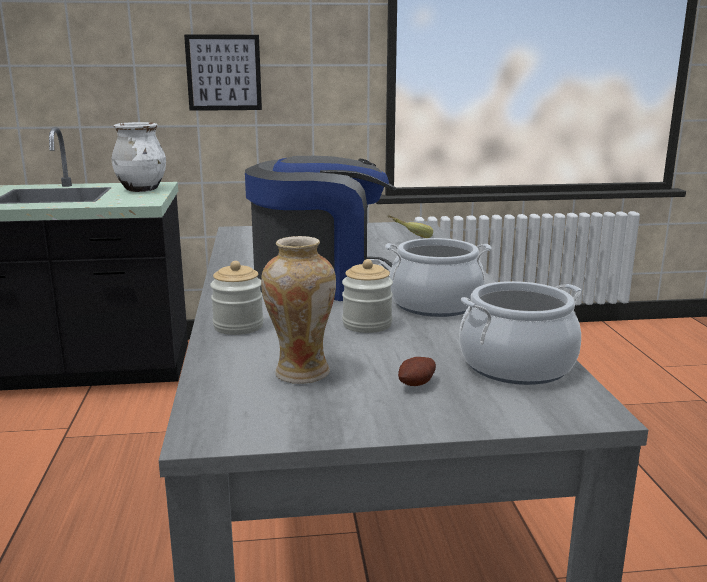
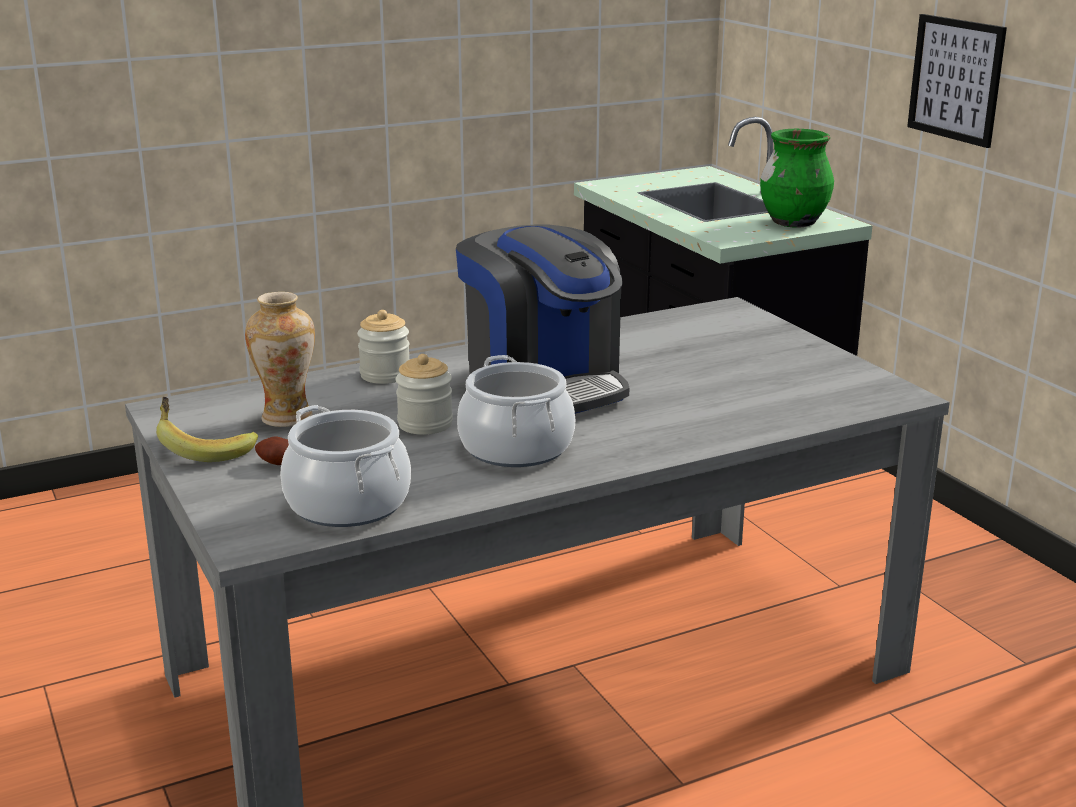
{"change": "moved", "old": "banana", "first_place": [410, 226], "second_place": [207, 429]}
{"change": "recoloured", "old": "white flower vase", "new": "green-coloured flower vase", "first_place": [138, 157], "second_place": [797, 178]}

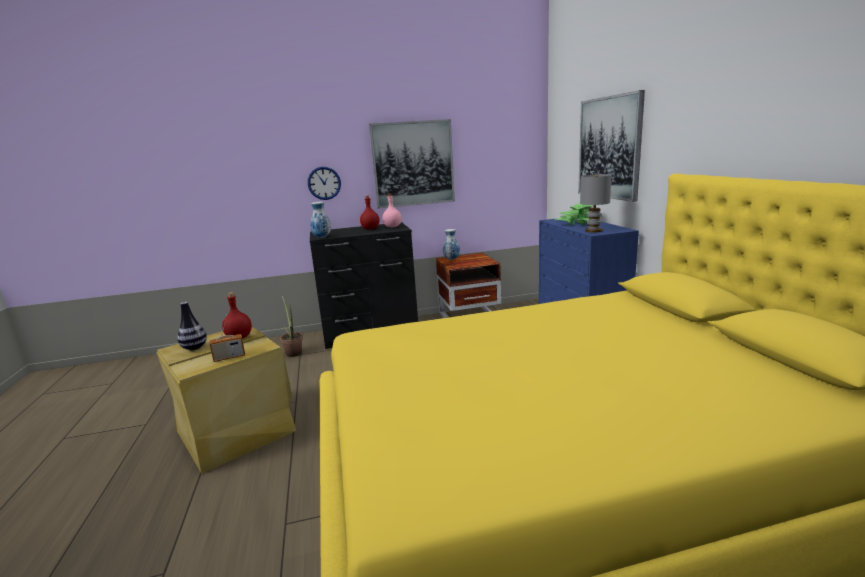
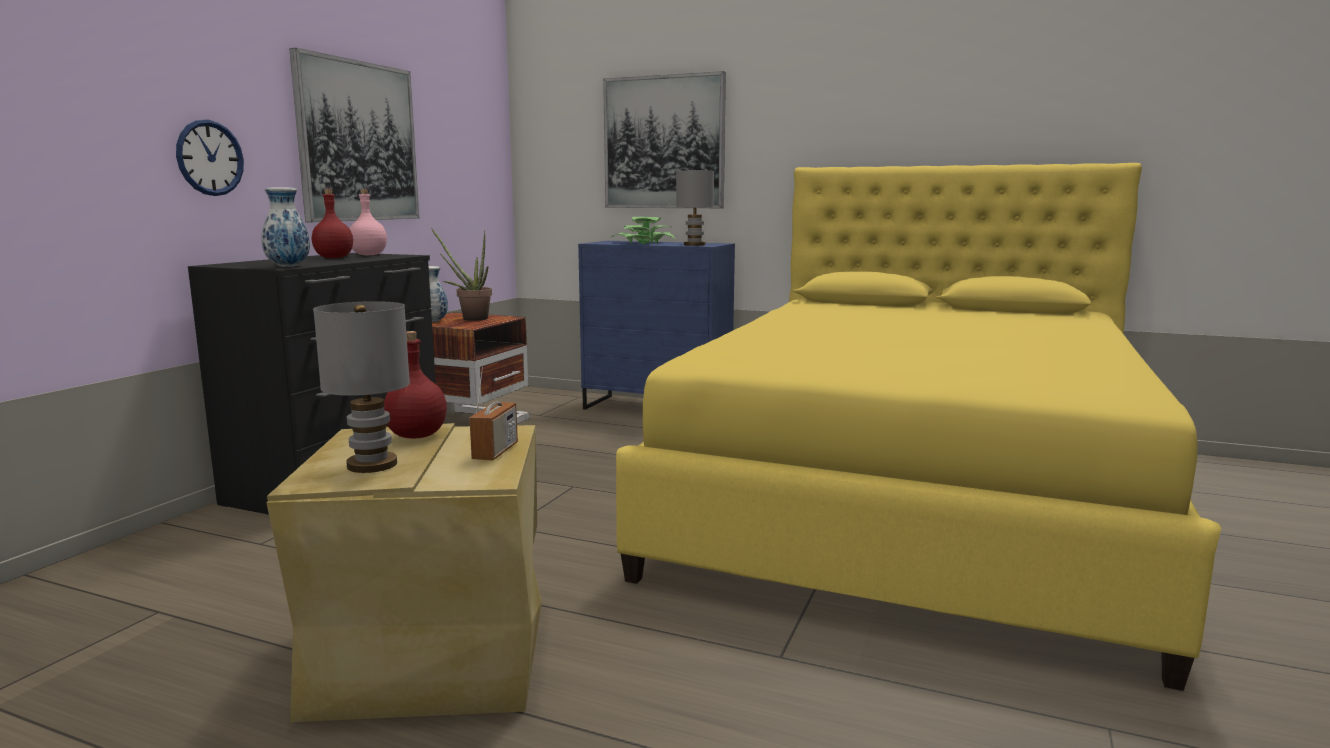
{"change": "replaced", "old": "flower vase", "new": "grey tabletop lamp", "first_place": [192, 326], "second_place": [361, 387]}
{"change": "moved", "old": "houseplant", "first_place": [291, 325], "second_place": [461, 274]}

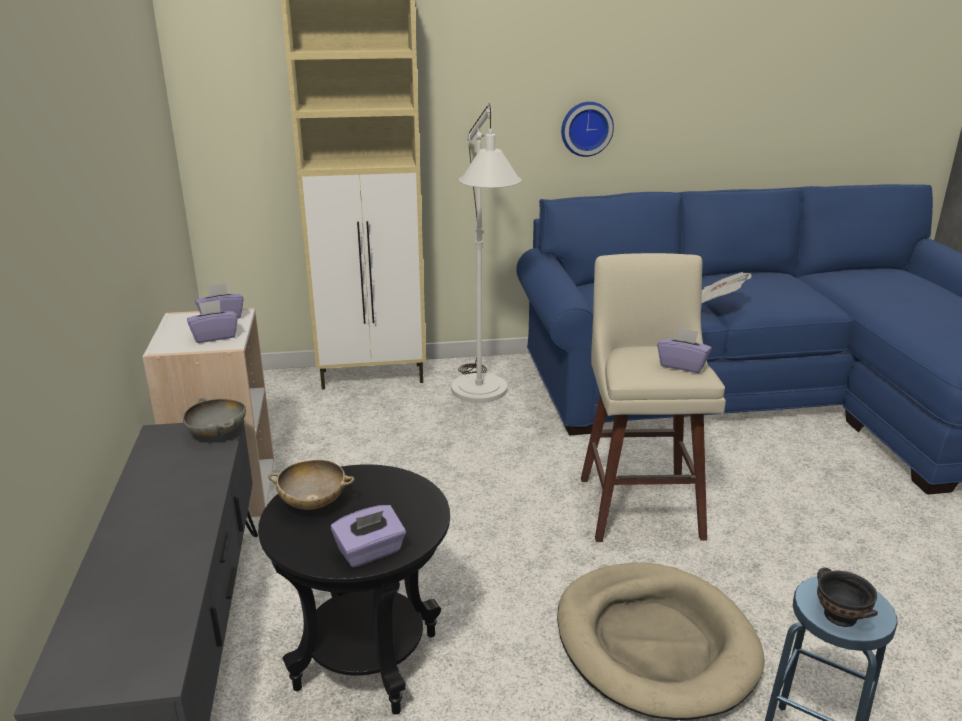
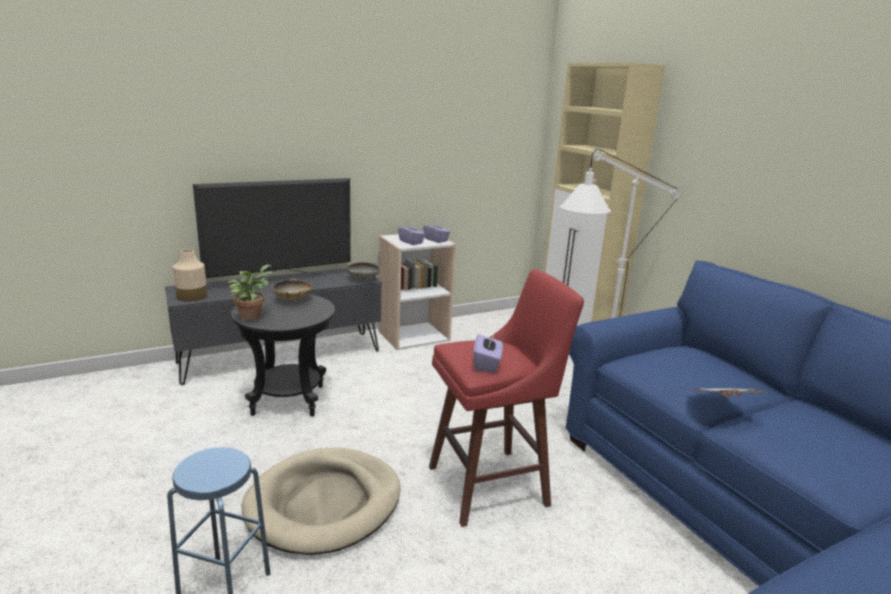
{"change": "added", "new": "sand-coloured flower vase", "second_place": [190, 275]}
{"change": "added", "new": "TV set", "second_place": [272, 229]}
{"change": "replaced", "old": "purple box of tissues", "new": "houseplant", "first_place": [368, 536], "second_place": [250, 293]}
{"change": "recoloured", "old": "sand-coloured sitting stool", "new": "red-coloured sitting stool", "first_place": [653, 397], "second_place": [506, 398]}
{"change": "removed", "old": "wall clock", "first_place": [587, 129]}
{"change": "removed", "old": "blackish bowl", "first_place": [847, 597]}

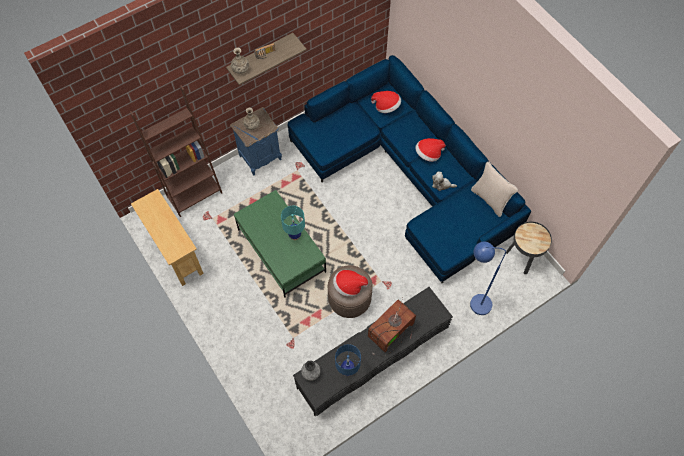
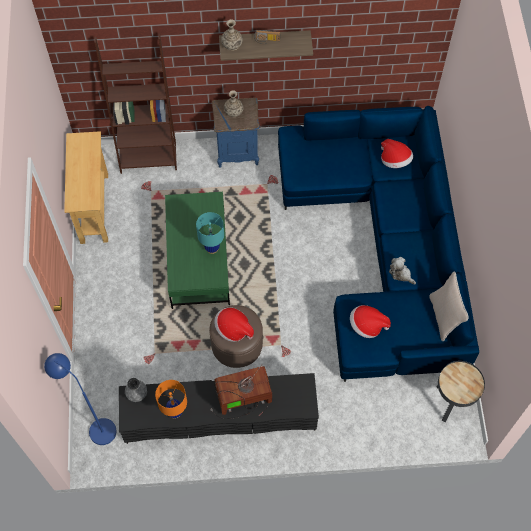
{"change": "moved", "old": "blue standard lamp", "first_place": [488, 278], "second_place": [80, 399]}
{"change": "recoloured", "old": "blue tabletop lamp", "new": "orangey tabletop lamp", "first_place": [348, 360], "second_place": [171, 399]}
{"change": "moved", "old": "wearable hat", "first_place": [430, 150], "second_place": [370, 321]}

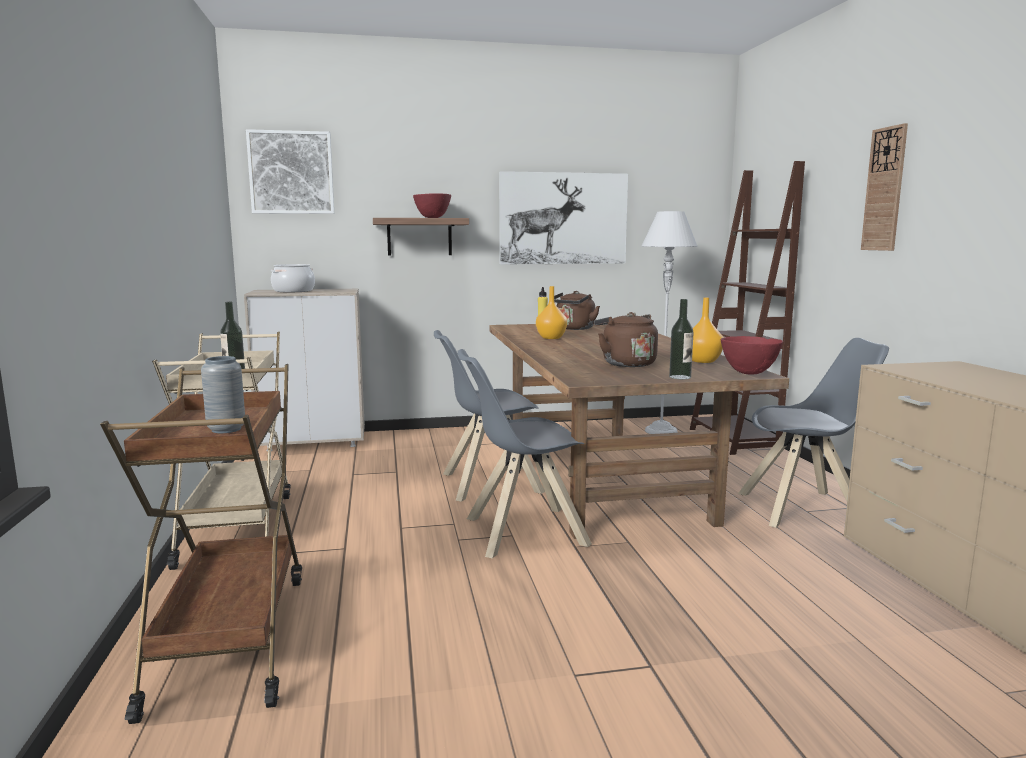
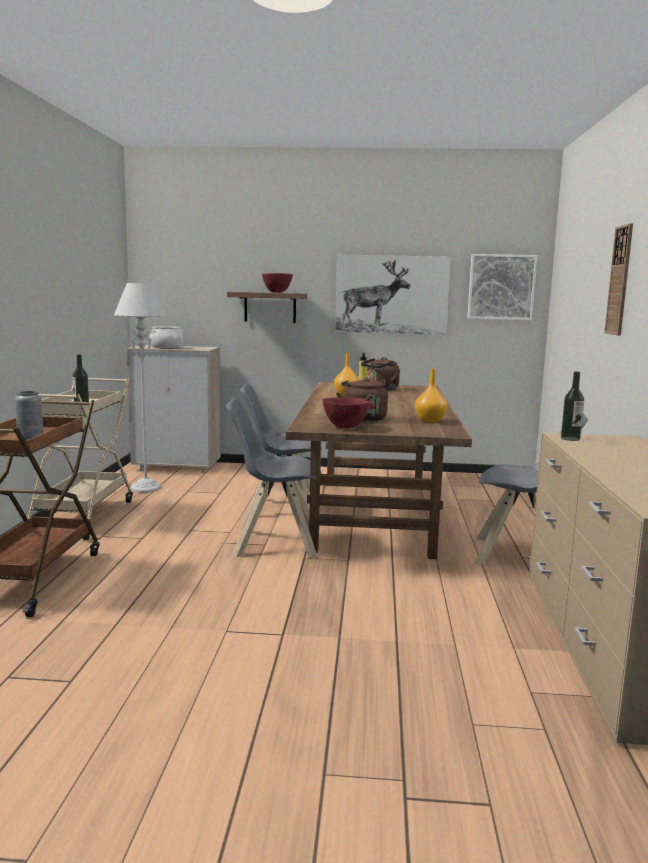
{"change": "moved", "old": "grey standard lamp", "first_place": [669, 322], "second_place": [140, 387]}
{"change": "moved", "old": "red-coloured bowl", "first_place": [752, 355], "second_place": [346, 412]}
{"change": "moved", "old": "picture", "first_place": [290, 171], "second_place": [502, 287]}
{"change": "moved", "old": "bottle", "first_place": [681, 339], "second_place": [572, 406]}
{"change": "removed", "old": "brownish bookcase", "first_place": [747, 308]}

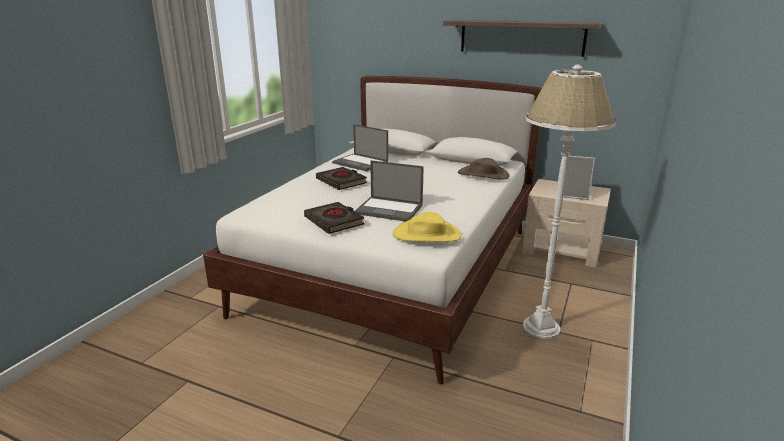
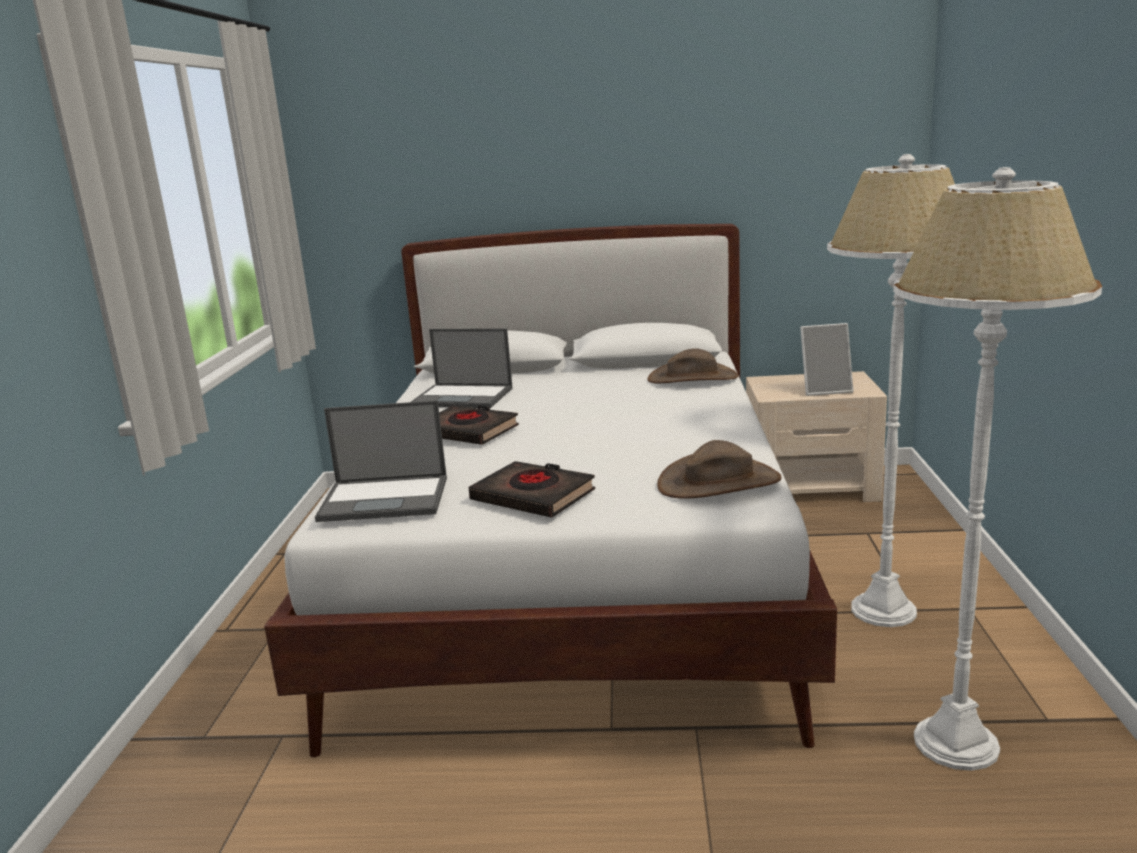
{"change": "moved", "old": "portable computer", "first_place": [389, 190], "second_place": [381, 461]}
{"change": "recoloured", "old": "yellowish wearable hat", "new": "brownish wearable hat", "first_place": [426, 227], "second_place": [719, 469]}
{"change": "added", "new": "white standard lamp", "second_place": [997, 469]}
{"change": "removed", "old": "shelf", "first_place": [522, 38]}

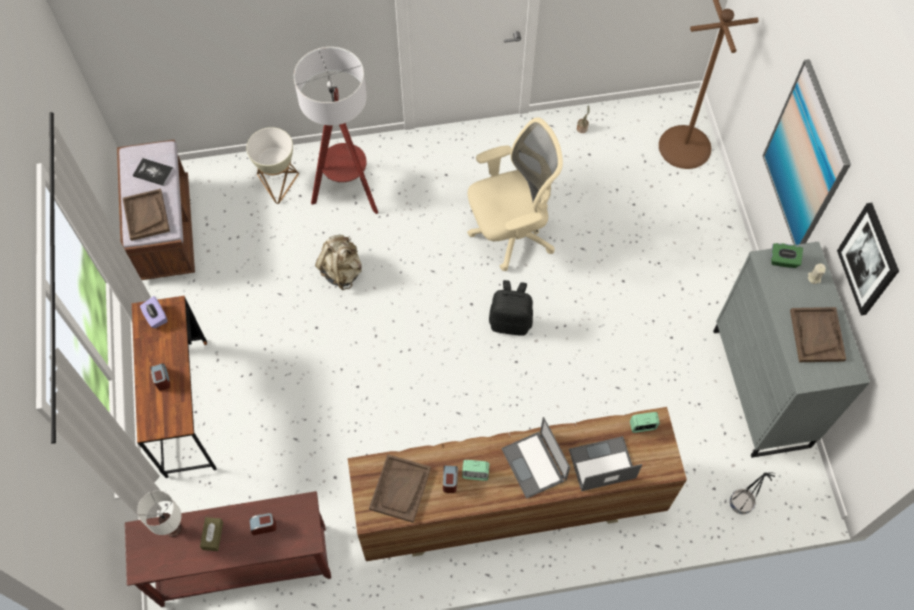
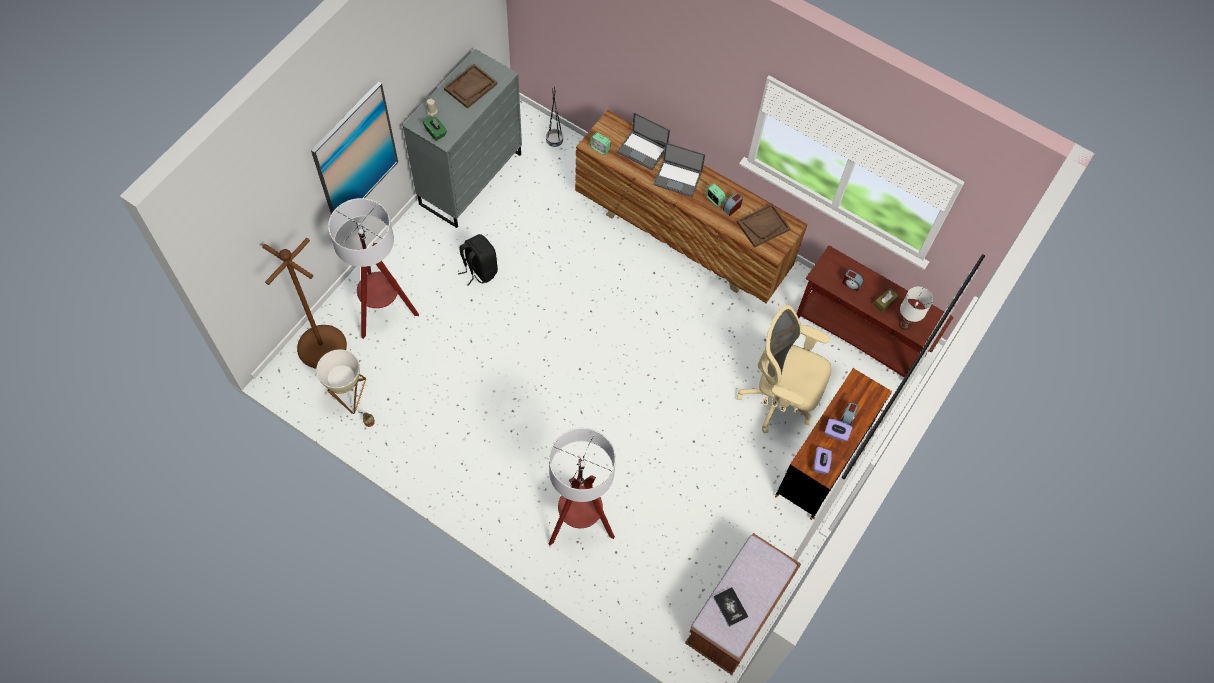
{"change": "moved", "old": "flower pot", "first_place": [272, 165], "second_place": [341, 381]}
{"change": "added", "new": "standard lamp", "second_place": [373, 268]}
{"change": "moved", "old": "blackish knapsack", "first_place": [511, 307], "second_place": [478, 260]}
{"change": "turned", "old": "portable computer", "first_place": [535, 458], "second_place": [679, 170], "degrees": 90}
{"change": "moved", "old": "sand-coloured desk chair", "first_place": [515, 194], "second_place": [784, 368]}
{"change": "added", "new": "purple box of tissues", "second_place": [839, 430]}
{"change": "removed", "old": "brownish tray", "first_place": [146, 215]}
{"change": "removed", "old": "sand-coloured knapsack", "first_place": [338, 262]}
{"change": "removed", "old": "picture", "first_place": [868, 259]}

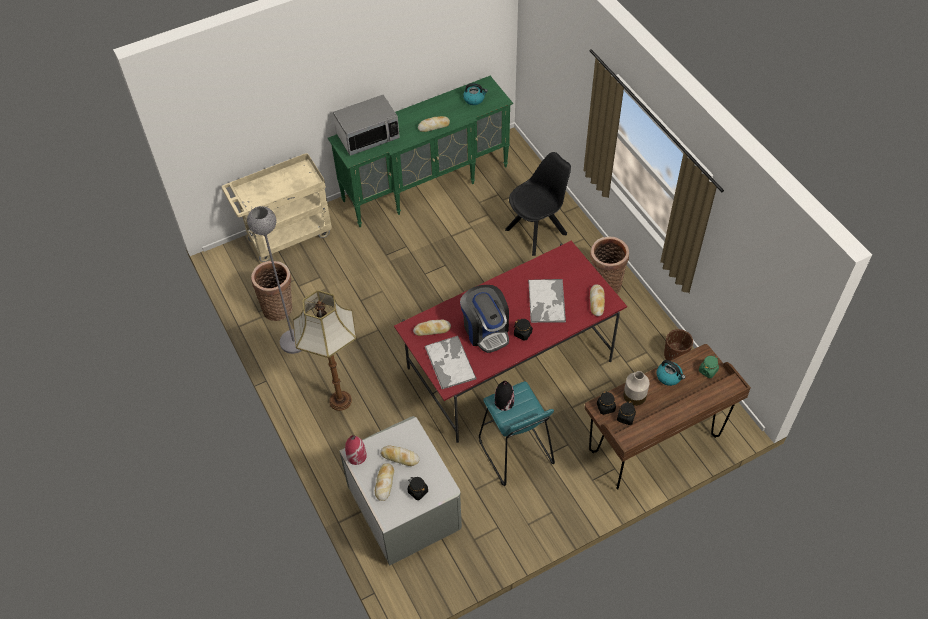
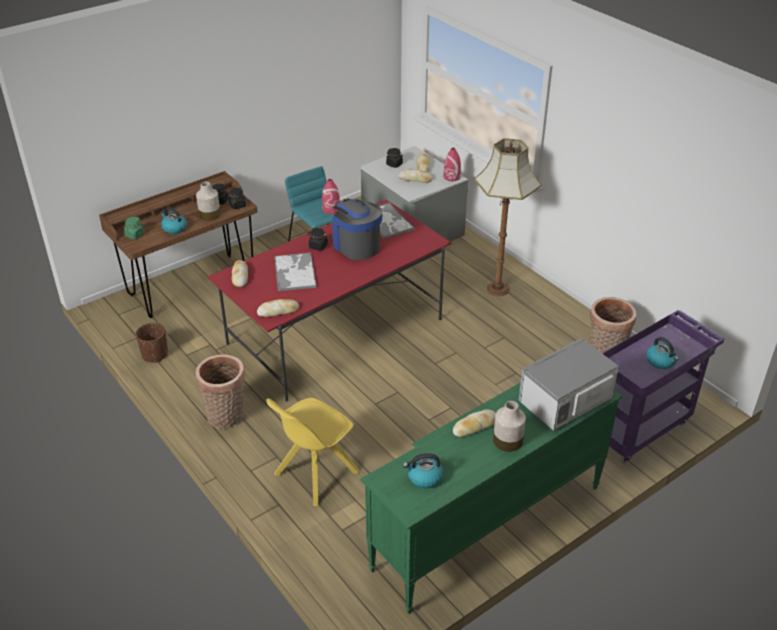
{"change": "moved", "old": "baked bread", "first_place": [432, 328], "second_place": [278, 308]}
{"change": "recoloured", "old": "blackish upright chair", "new": "yellowish upright chair", "first_place": [538, 204], "second_place": [313, 452]}
{"change": "recoloured", "old": "blackish flower vase", "new": "red-coloured flower vase", "first_place": [504, 396], "second_place": [331, 196]}
{"change": "added", "new": "sand-coloured flower vase", "second_place": [509, 426]}
{"change": "recoloured", "old": "sand-coloured trolley", "new": "purple trolley", "first_place": [277, 207], "second_place": [663, 387]}
{"change": "added", "new": "water kettle", "second_place": [662, 353]}
{"change": "removed", "old": "grey standard lamp", "first_place": [274, 280]}

